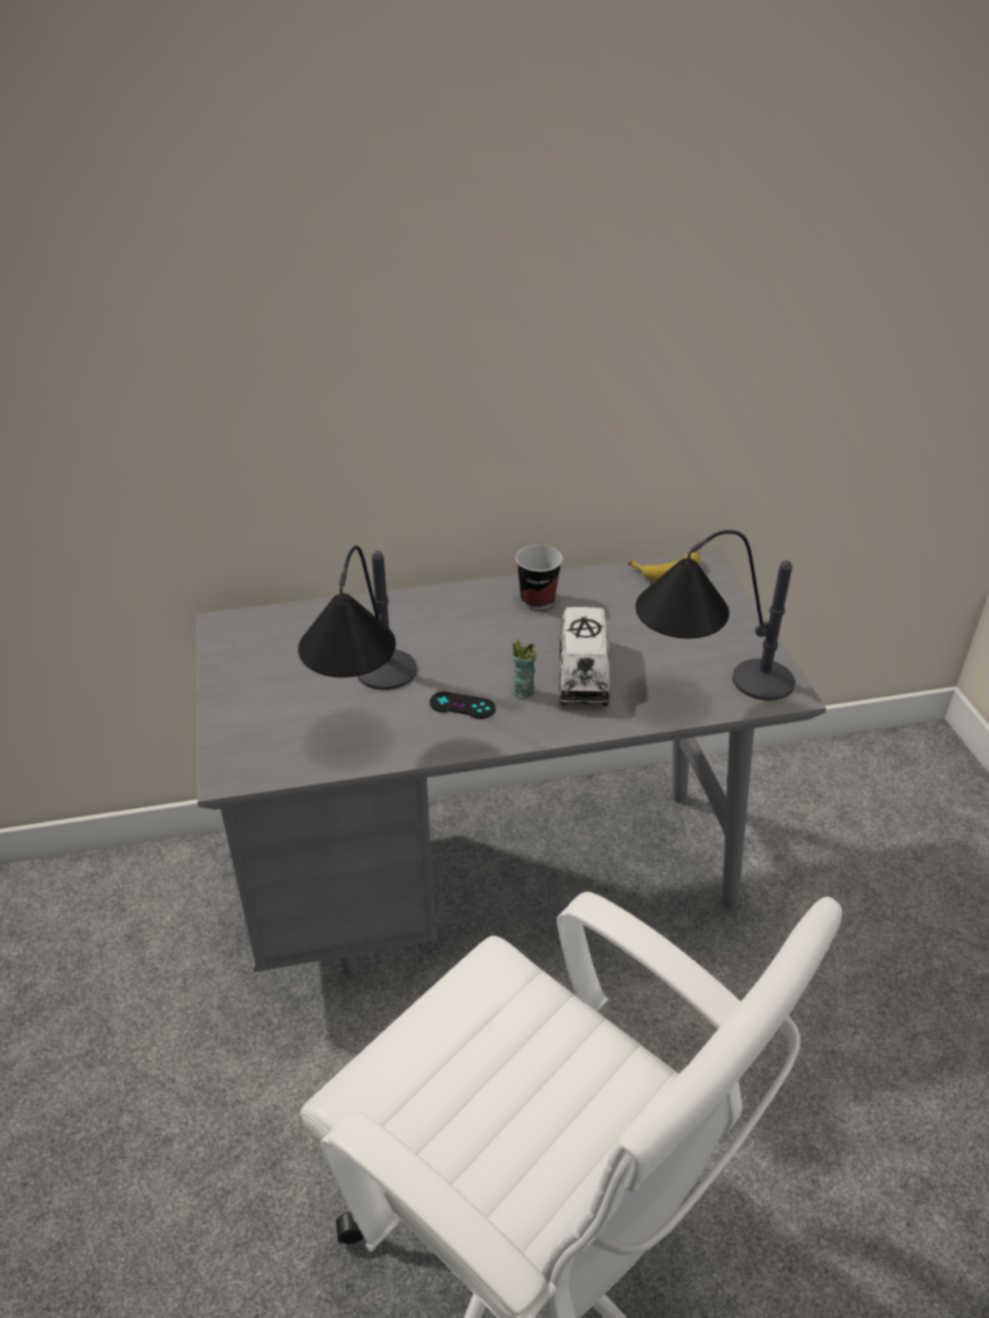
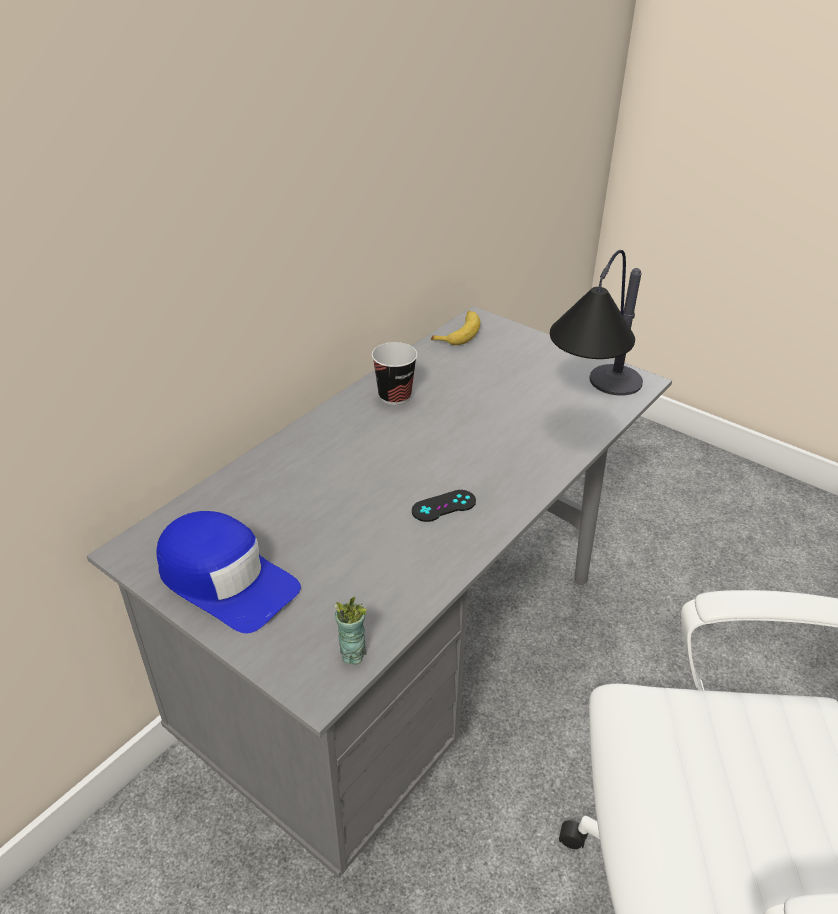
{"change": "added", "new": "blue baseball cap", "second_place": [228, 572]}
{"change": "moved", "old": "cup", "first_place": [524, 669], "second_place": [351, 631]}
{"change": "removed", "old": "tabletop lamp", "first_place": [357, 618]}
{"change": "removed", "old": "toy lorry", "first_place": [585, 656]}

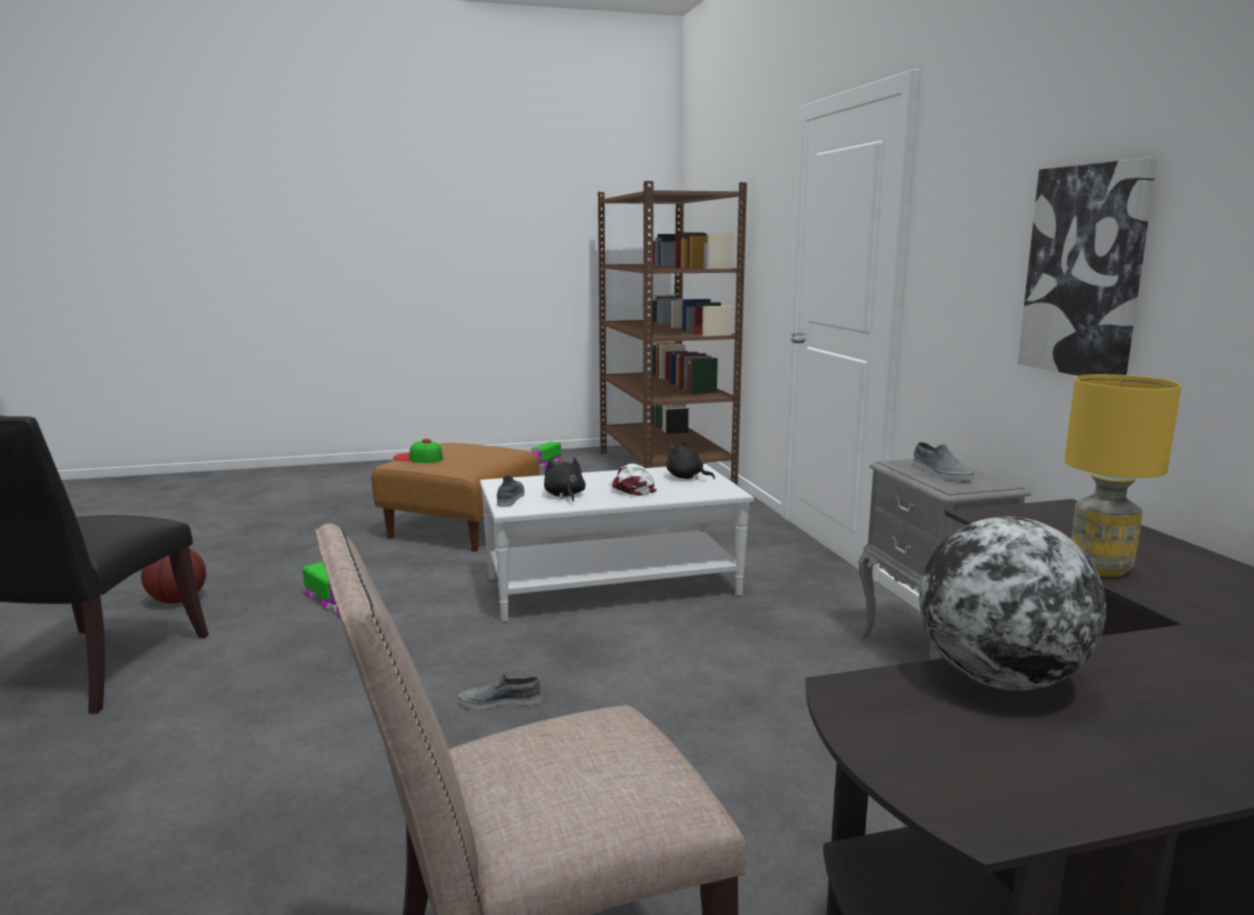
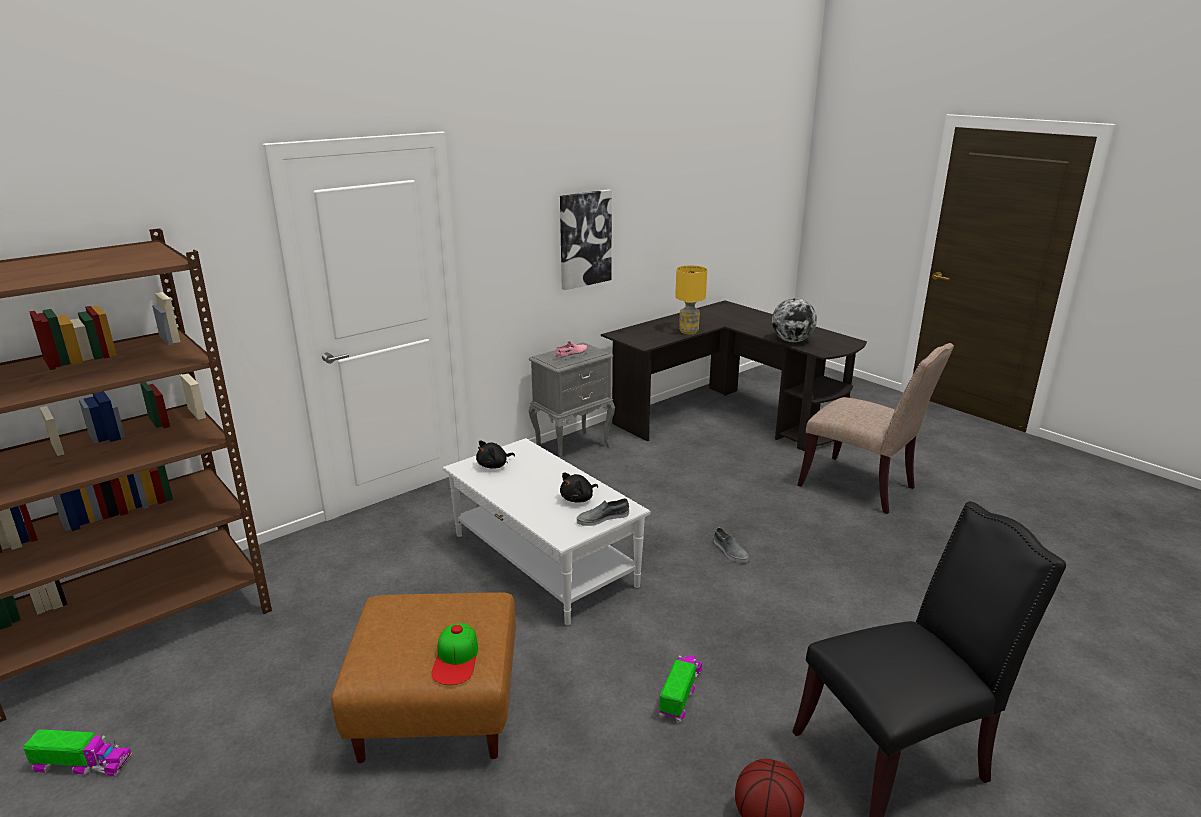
{"change": "turned", "old": "blackish soft toy", "first_place": [690, 461], "second_place": [495, 454], "degrees": 45}
{"change": "recoloured", "old": "grey item of footwear", "new": "pinkish item of footwear", "first_place": [943, 461], "second_place": [571, 350]}
{"change": "removed", "old": "white baseball cap", "first_place": [633, 480]}

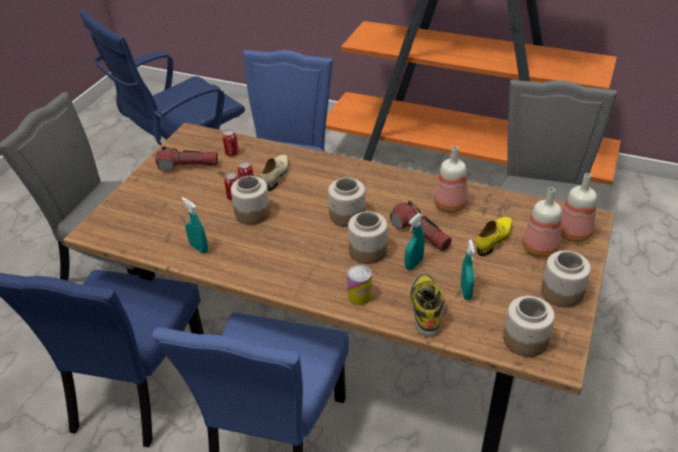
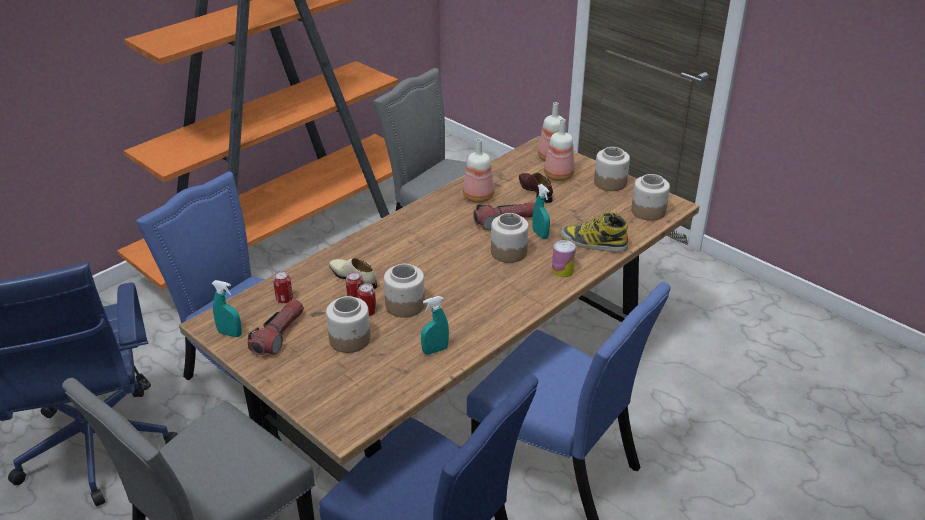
{"change": "moved", "old": "turquoise-coloured spray bottle", "first_place": [468, 270], "second_place": [227, 308]}
{"change": "moved", "old": "jar", "first_place": [347, 202], "second_place": [348, 324]}
{"change": "recoloured", "old": "yellowish item of footwear", "new": "brownish item of footwear", "first_place": [494, 236], "second_place": [536, 188]}

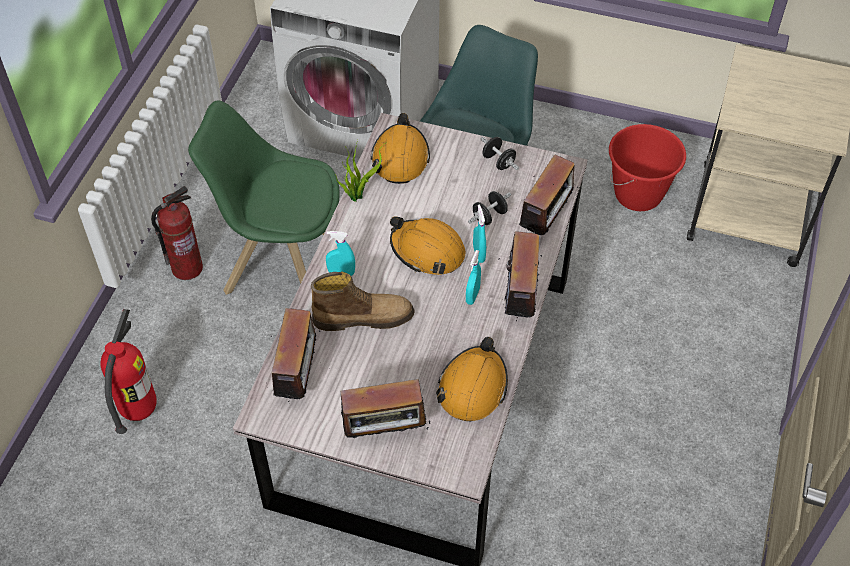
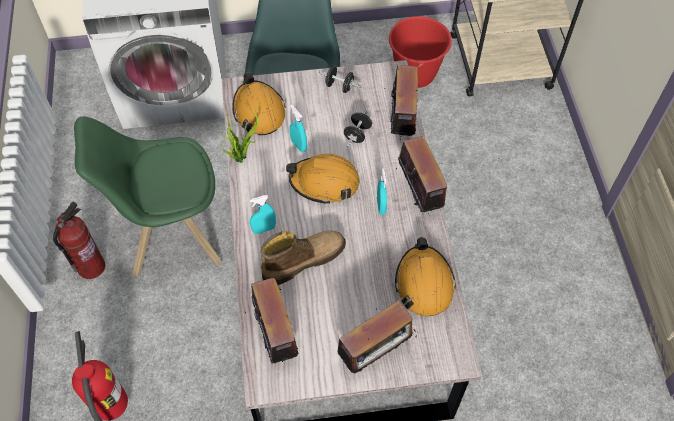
{"change": "moved", "old": "turquoise-coloured spray bottle", "first_place": [479, 233], "second_place": [298, 128]}

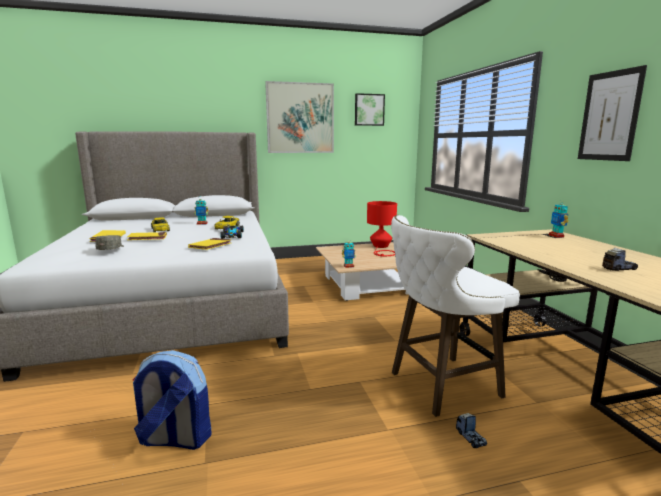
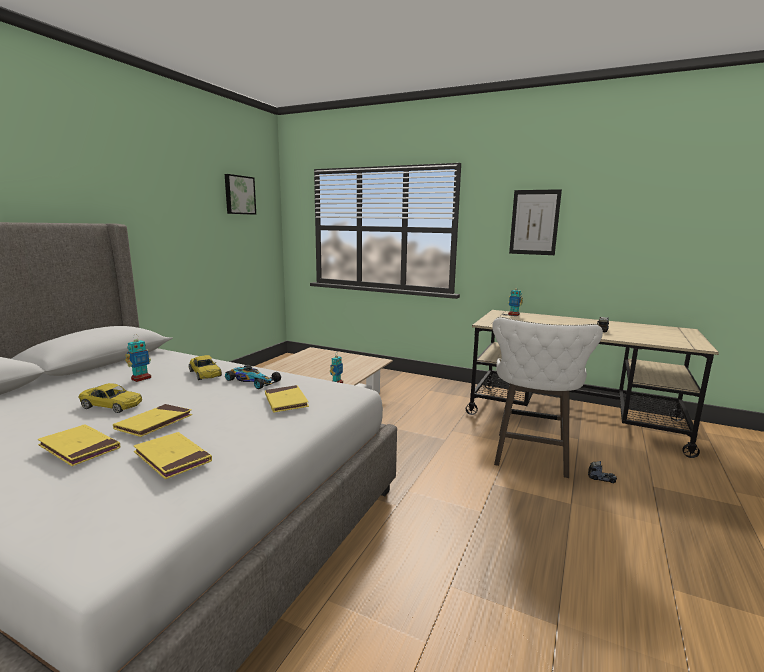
{"change": "replaced", "old": "grey baseball cap", "new": "yellowish book", "first_place": [109, 242], "second_place": [173, 455]}
{"change": "removed", "old": "knapsack", "first_place": [172, 400]}
{"change": "removed", "old": "picture", "first_place": [299, 117]}
{"change": "removed", "old": "red-coloured tabletop lamp", "first_place": [382, 228]}

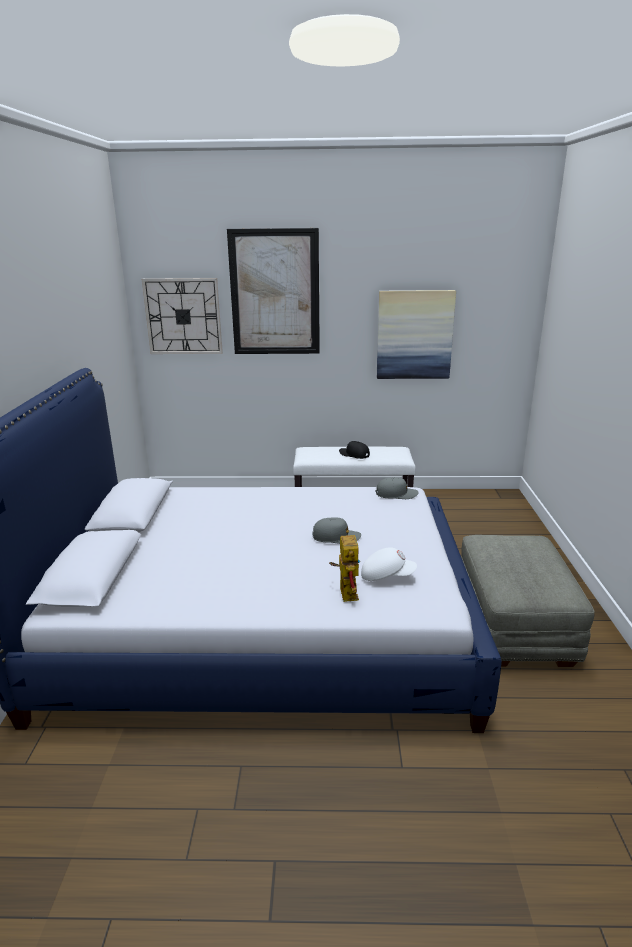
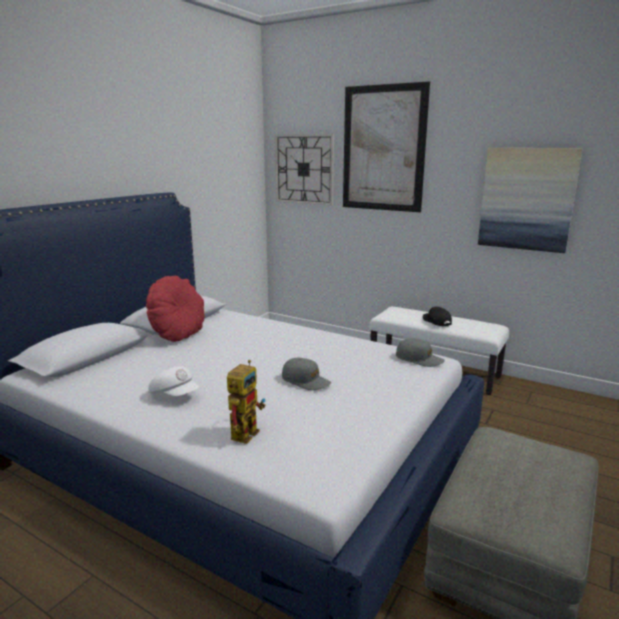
{"change": "added", "new": "red-coloured throw pillow", "second_place": [175, 309]}
{"change": "moved", "old": "white baseball cap", "first_place": [389, 564], "second_place": [173, 381]}

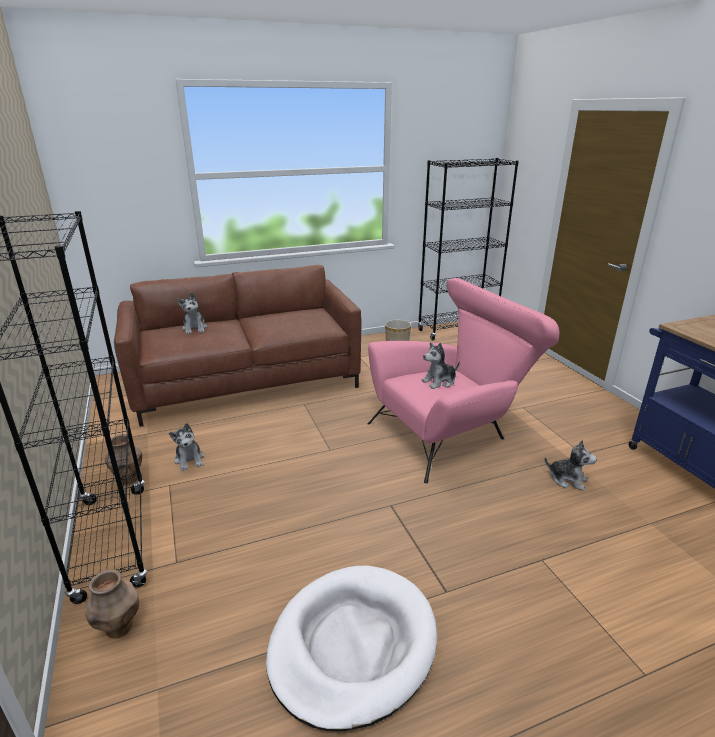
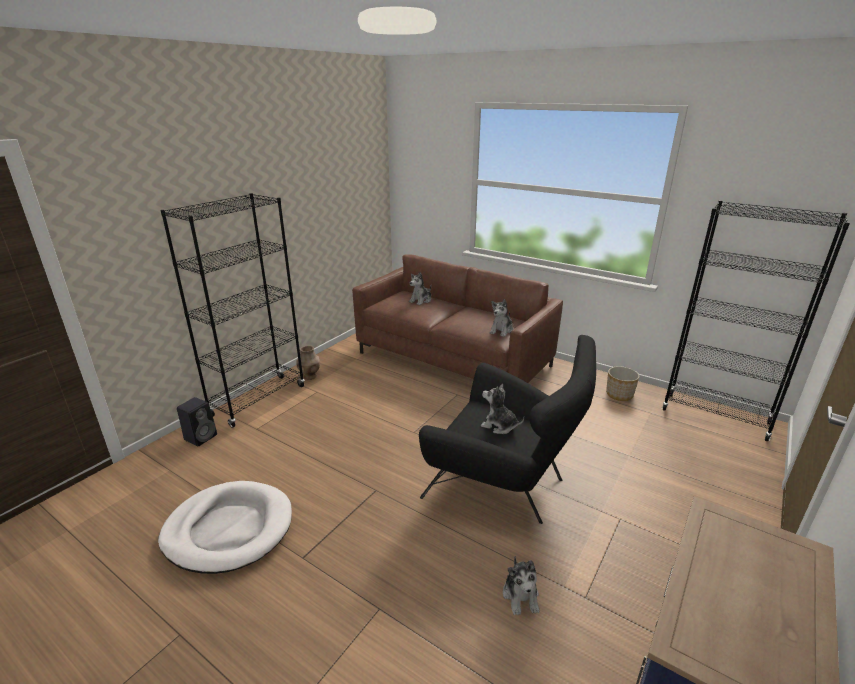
{"change": "replaced", "old": "brownish flower vase", "new": "blackish audio speaker", "first_place": [112, 603], "second_place": [197, 421]}
{"change": "recoloured", "old": "pinkish easy chair", "new": "blackish easy chair", "first_place": [463, 380], "second_place": [507, 429]}
{"change": "moved", "old": "soft toy", "first_place": [186, 447], "second_place": [501, 318]}

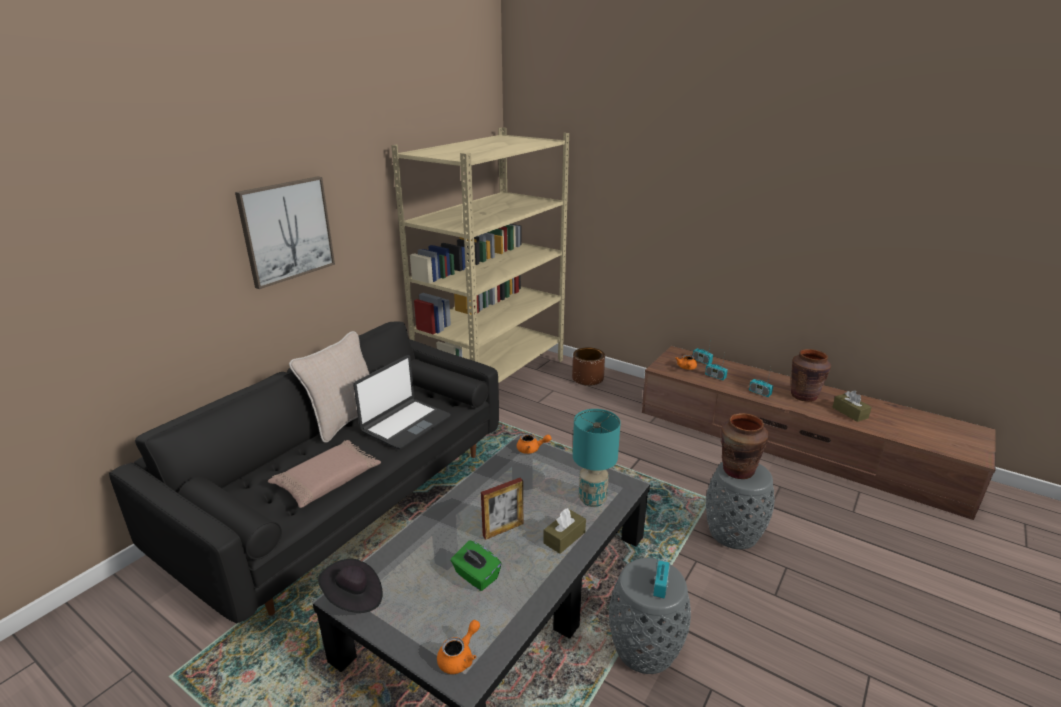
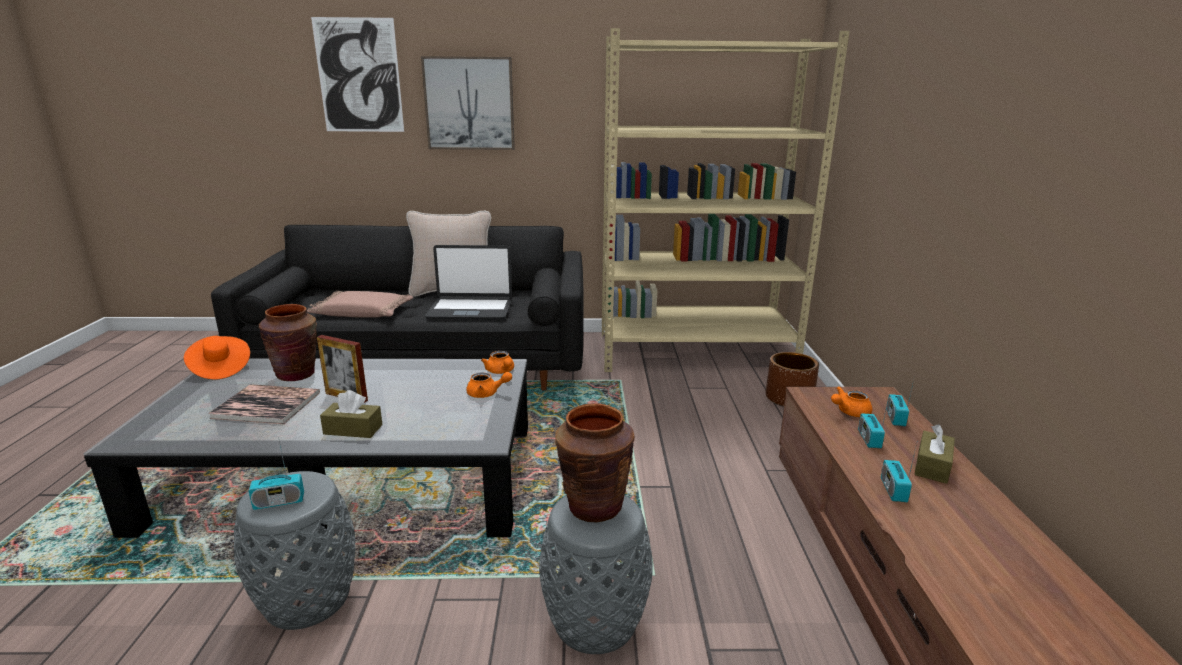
{"change": "recoloured", "old": "blackish wearable hat", "new": "orangey wearable hat", "first_place": [350, 586], "second_place": [217, 357]}
{"change": "replaced", "old": "green-coloured box of tissues", "new": "book", "first_place": [476, 565], "second_place": [264, 404]}
{"change": "moved", "old": "brownish flower vase", "first_place": [811, 375], "second_place": [288, 342]}
{"change": "added", "new": "picture", "second_place": [357, 74]}
{"change": "moved", "old": "orangey pot for tea", "first_place": [458, 647], "second_place": [489, 385]}
{"change": "moved", "old": "brownish box of tissues", "first_place": [852, 406], "second_place": [934, 454]}
{"change": "removed", "old": "turquoise-coloured tabletop lamp", "first_place": [597, 458]}

